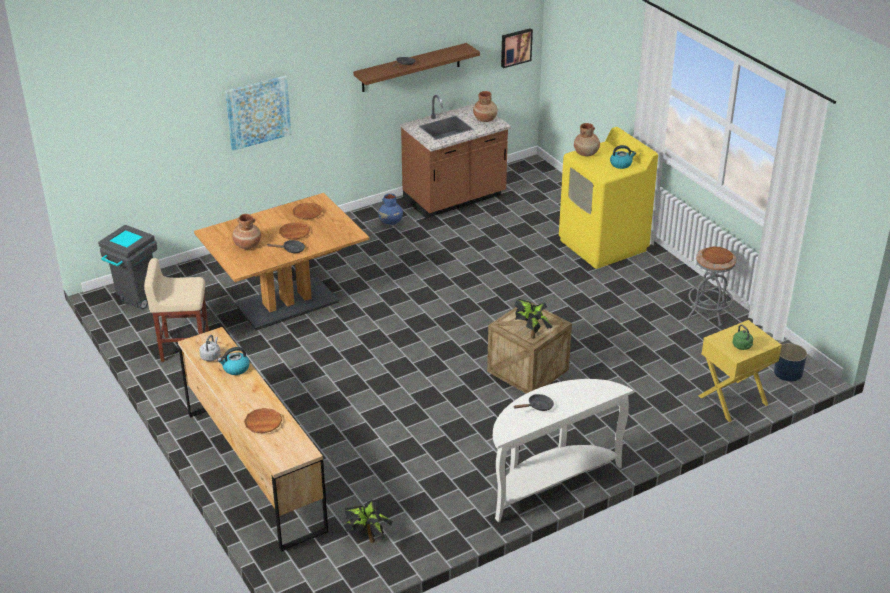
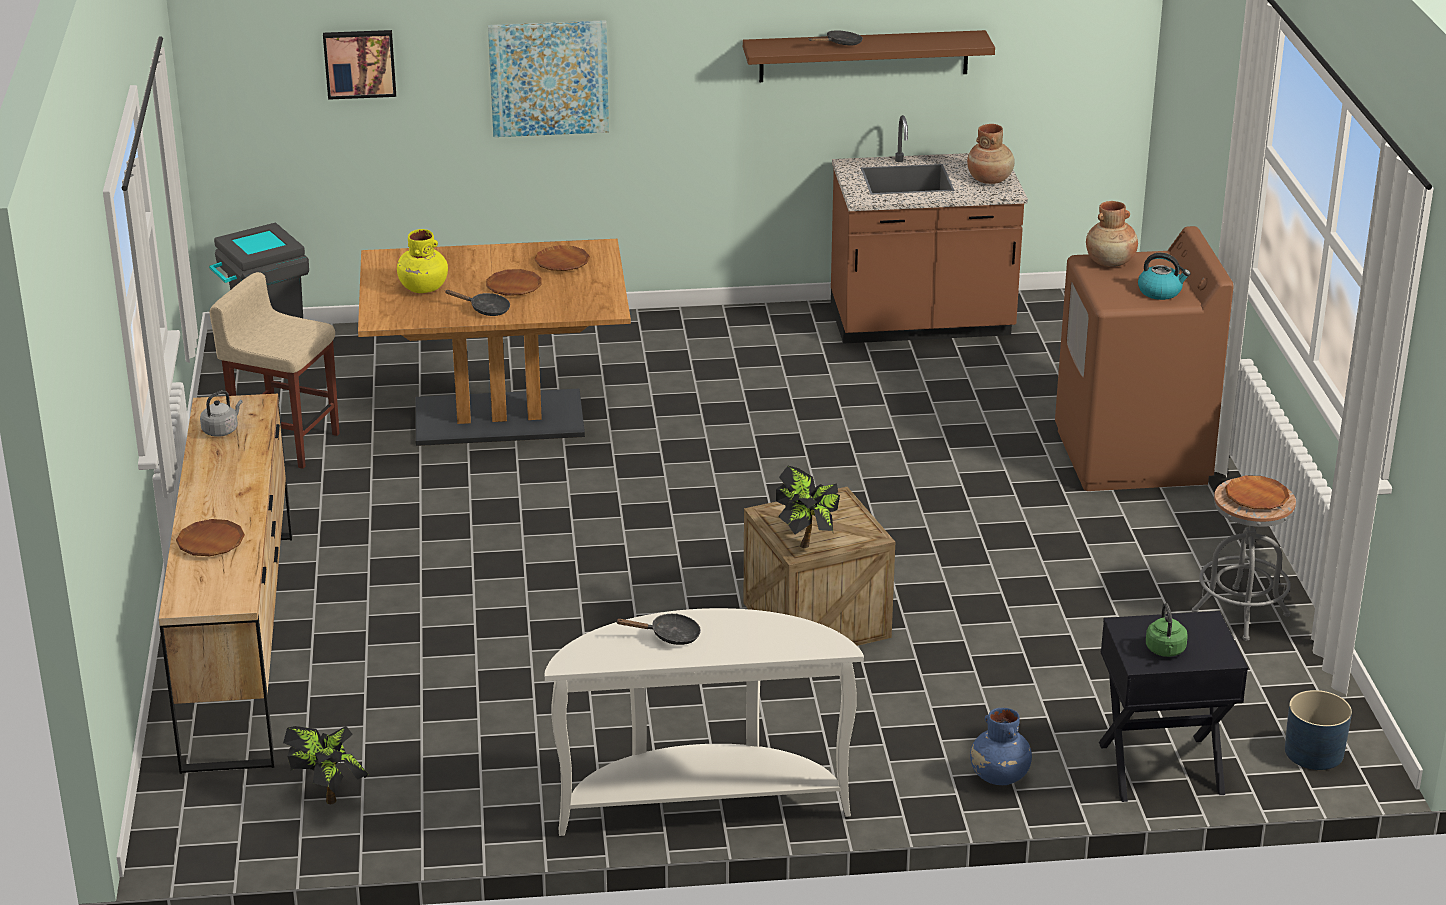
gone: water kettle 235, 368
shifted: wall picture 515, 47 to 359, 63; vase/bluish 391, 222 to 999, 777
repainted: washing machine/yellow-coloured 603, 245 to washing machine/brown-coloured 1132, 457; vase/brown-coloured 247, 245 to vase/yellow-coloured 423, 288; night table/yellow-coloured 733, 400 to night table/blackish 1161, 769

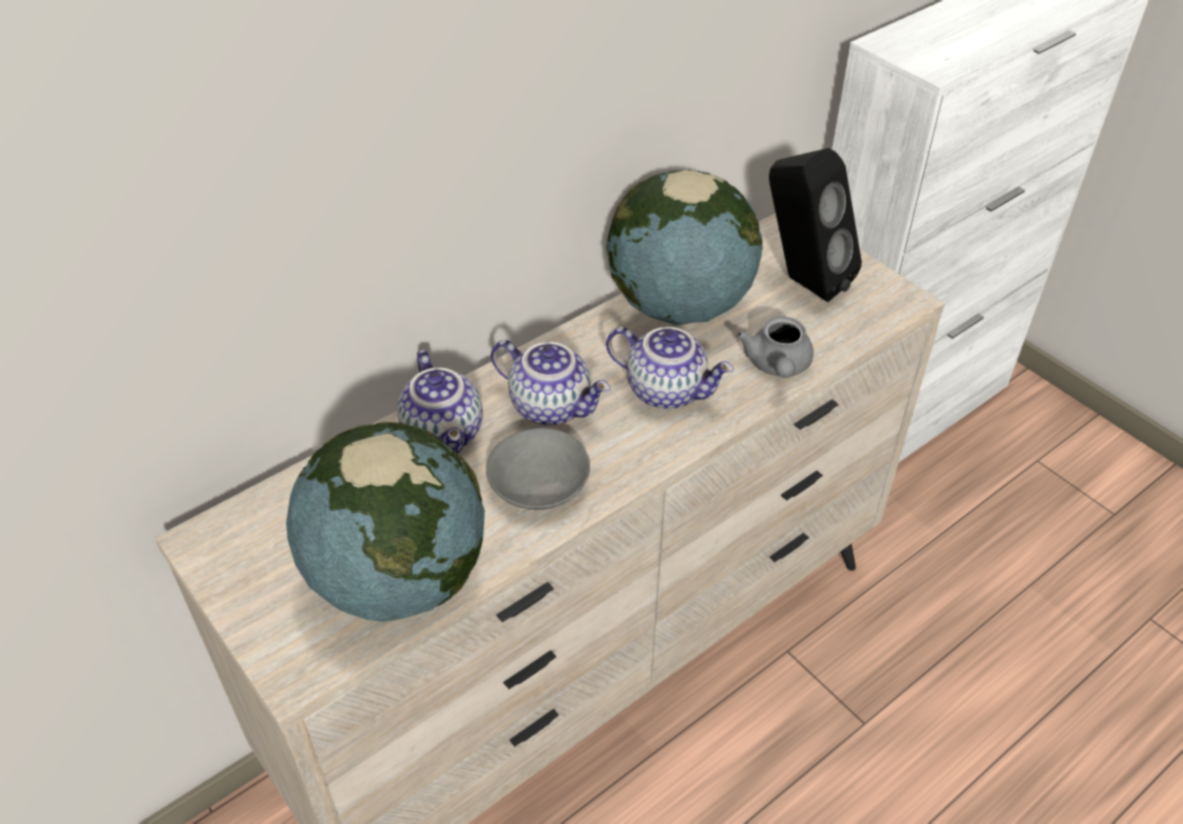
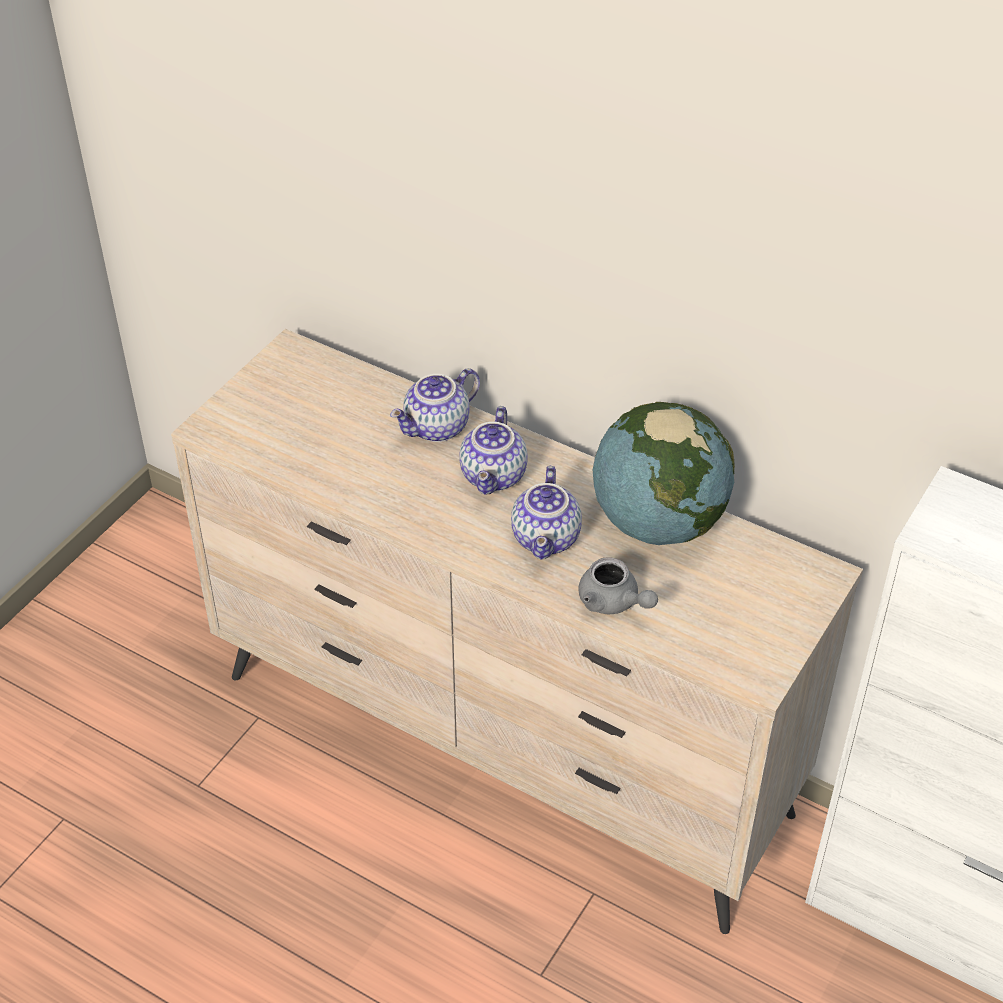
gone: speaker/blackish 801, 281; world globe 398, 579; serving bowl/gray 538, 485
rotated: tea pot/gray 777, 366 = 613, 602 120 degrees counterclockwise

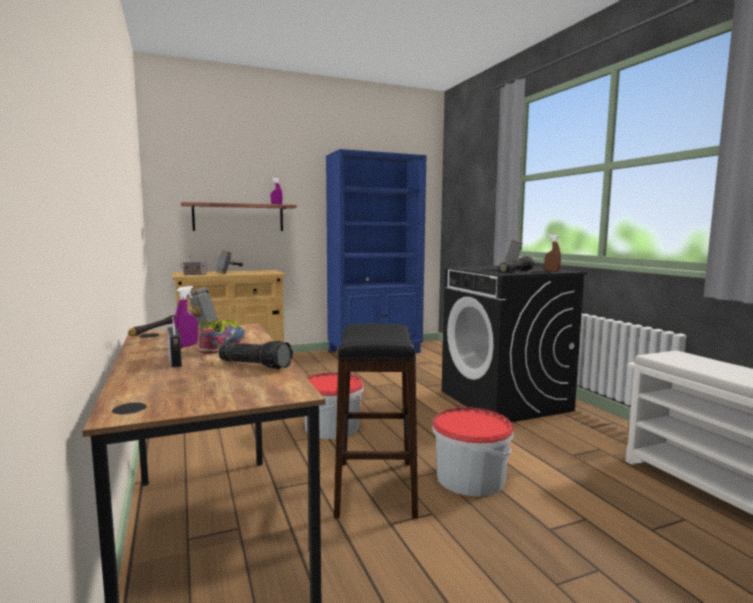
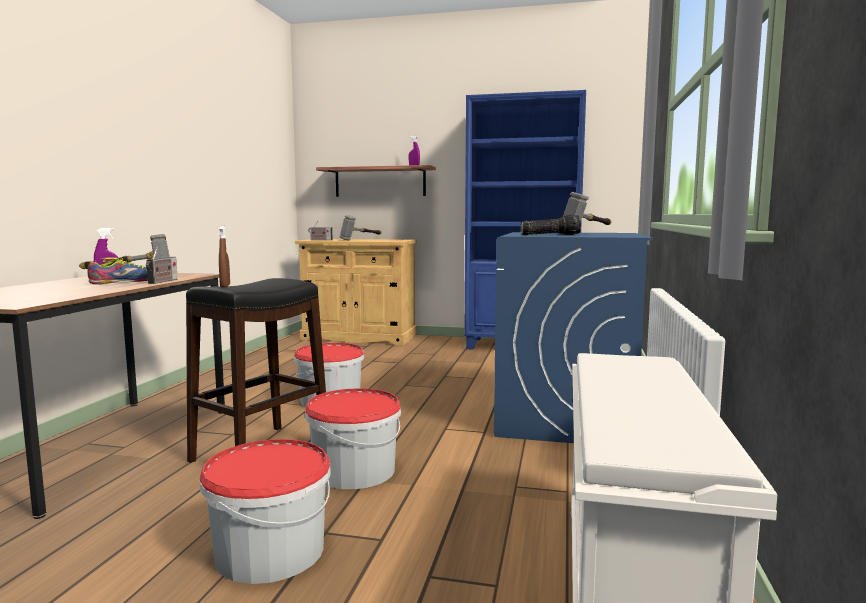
gone: torch 256, 364
new: water bucket 269, 551
shifted: spray bottle/brown-coloured 551, 271 to 225, 286; radio set 176, 361 to 162, 281
repainted: washing machine/blackish 505, 401 to washing machine/bluish 564, 418

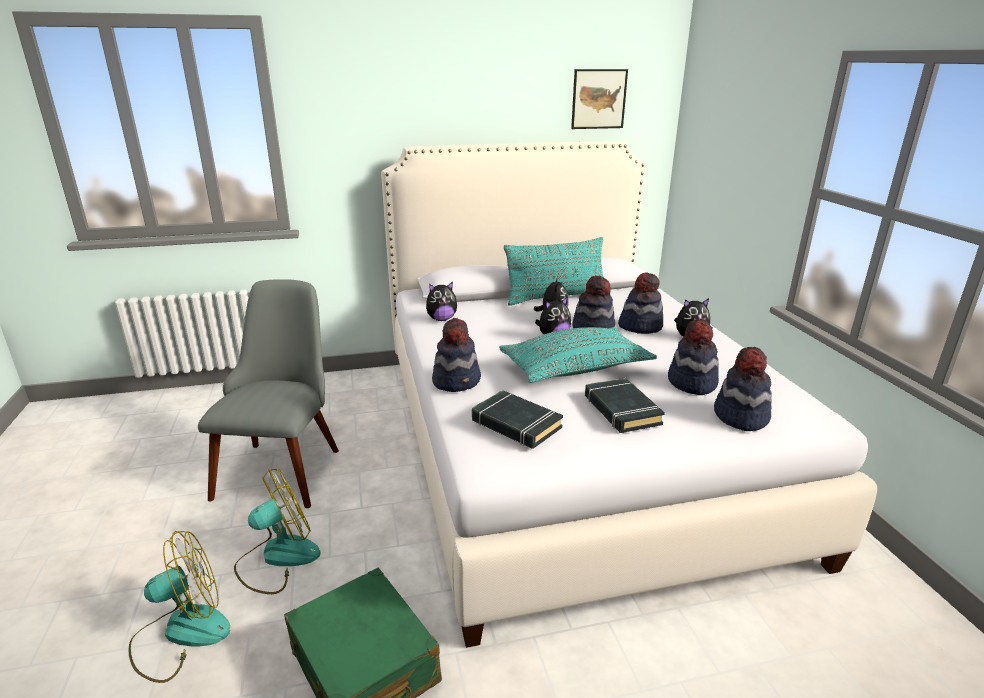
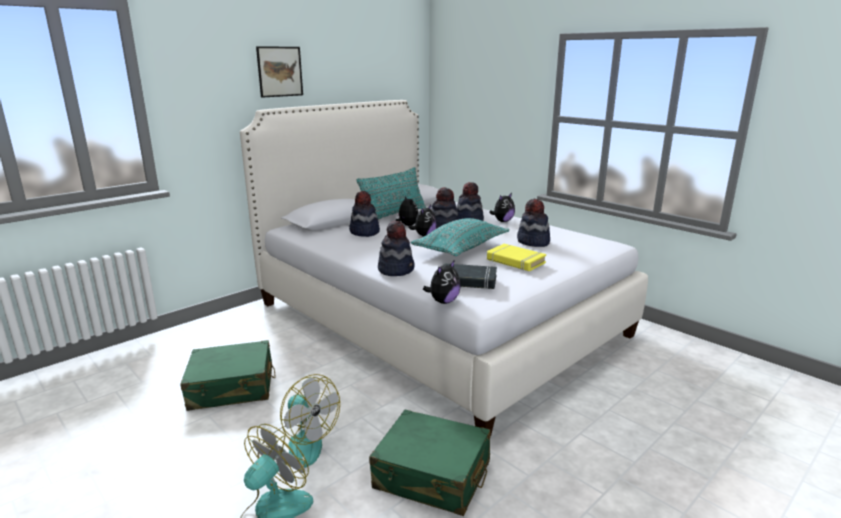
shifted: wall picture 598, 99 to 280, 71; cuddly toy 441, 319 to 443, 301; wearable hat 740, 416 to 364, 232
swapped: plain chair/gray 284, 463 to piece of luggage/green 232, 388
repainted: bound book/blackish 621, 410 to bound book/yellow-coloured 515, 261
rotated: fan 277, 558 = 298, 444 105 degrees clockwise

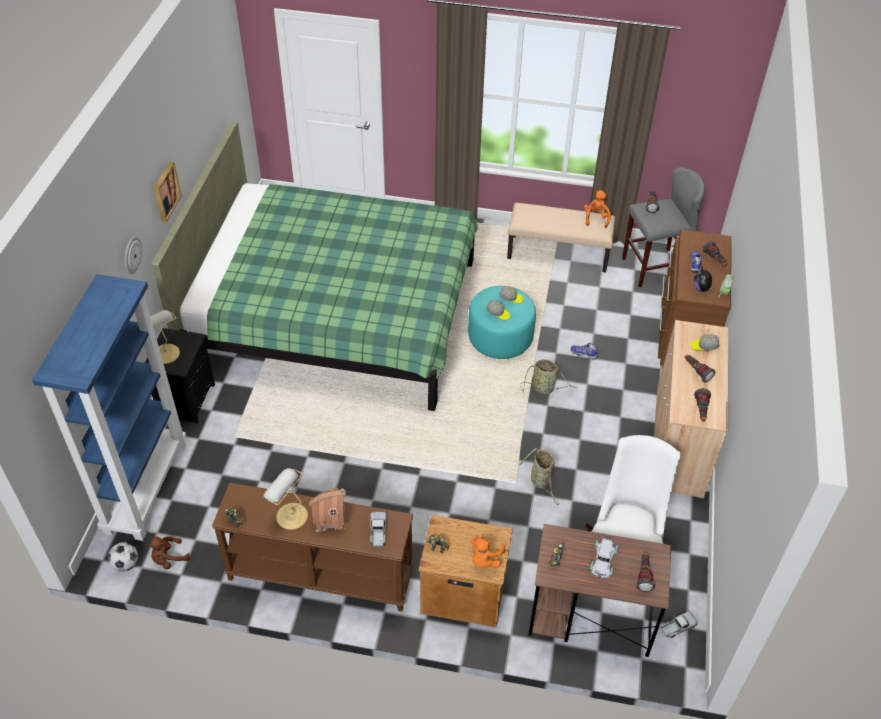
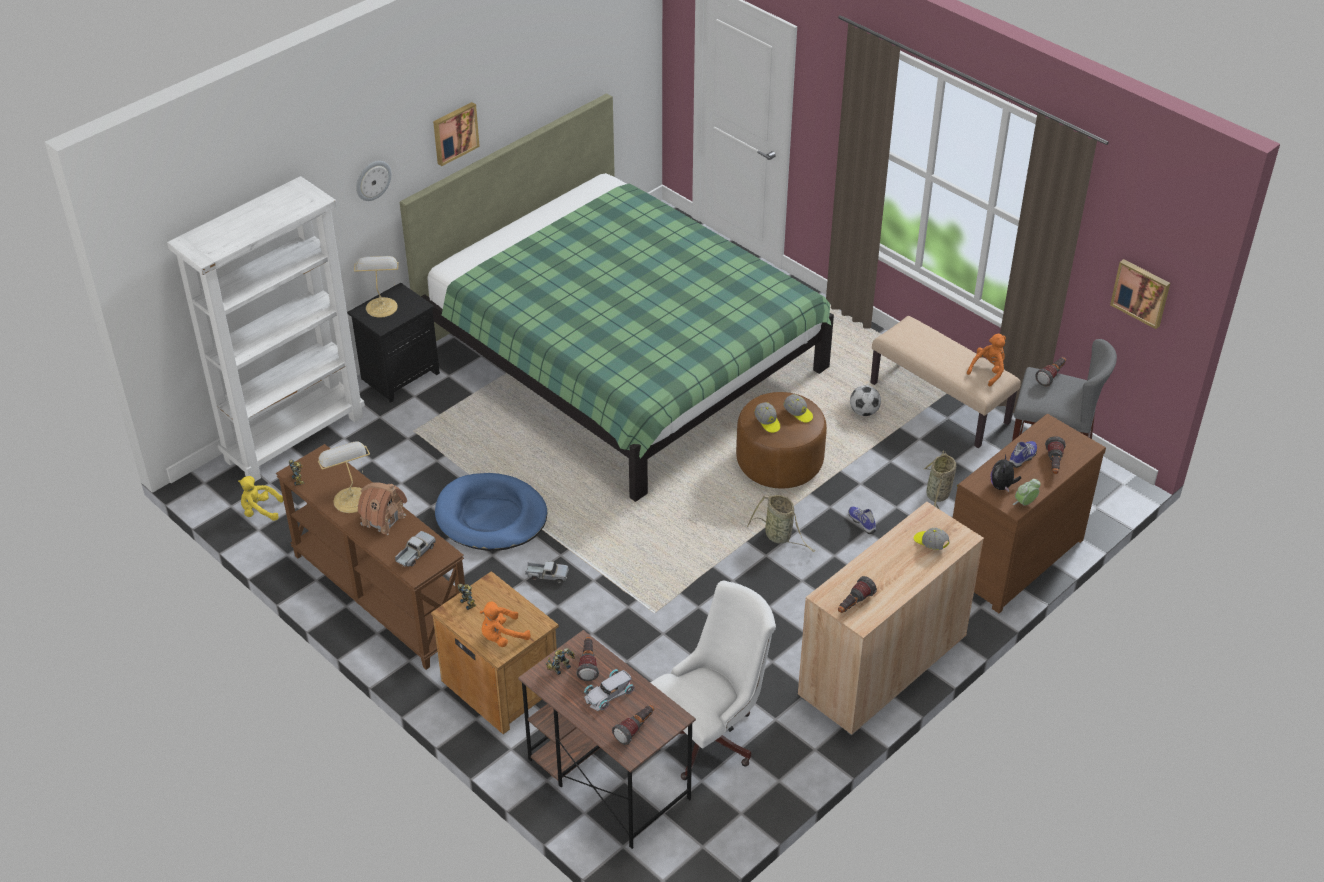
new: wall picture 1141, 292; dog cushion/bluish 491, 516
shifted: torch 696, 372 to 588, 664; basket 541, 482 to 938, 496; ball for football 126, 564 to 864, 412; toy lorry 677, 627 to 547, 575
repainted: bookcase/bluish 146, 487 to bookcase/whitish 295, 437; pouffe/blue-green 500, 338 to pouffe/brown-coloured 779, 462; cuddly toy/brown-coloured 169, 559 to cuddly toy/yellow-coloured 260, 511

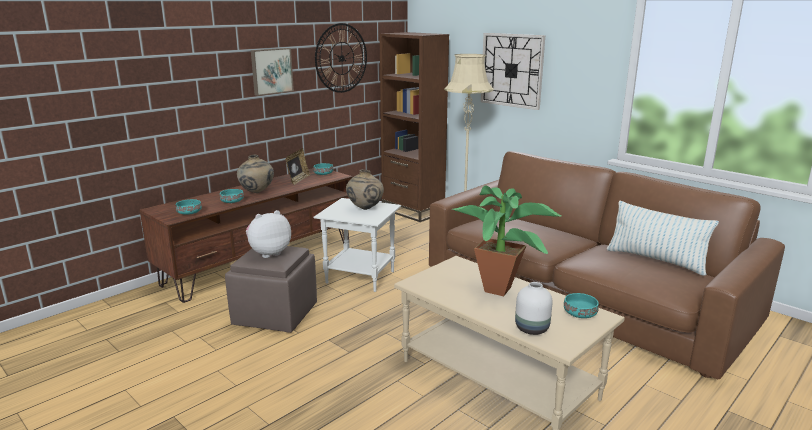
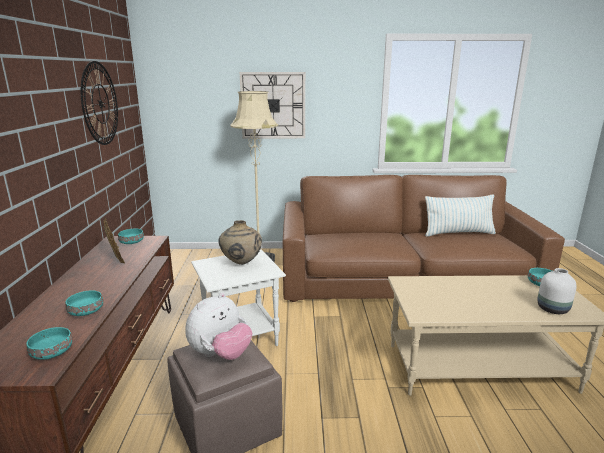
gone: bookcase/brown-coloured 413, 211; wall picture 271, 71; vase/beige 257, 193; houseplant 502, 292
rotated: cuddly toy 269, 253 = 220, 354 150 degrees counterclockwise

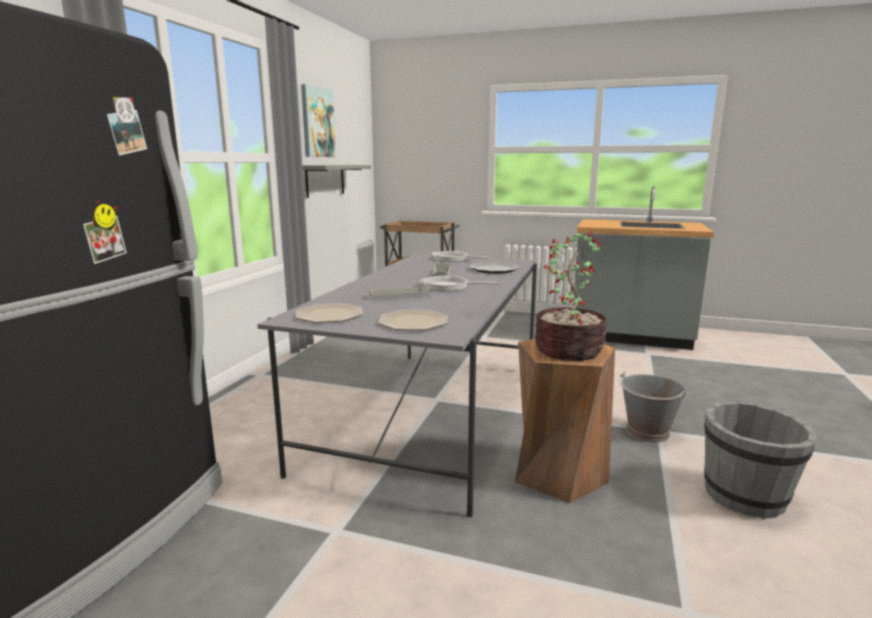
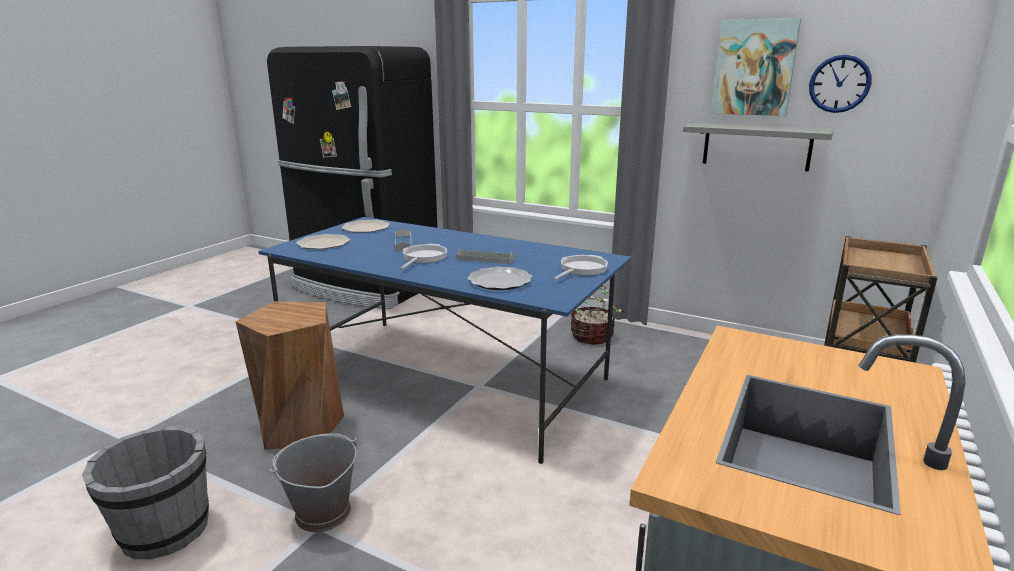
new: hanging clock 839, 84
shifted: houseplant 568, 350 to 593, 336
repainted: kitchen table/gray 430, 414 to kitchen table/bluish 447, 379

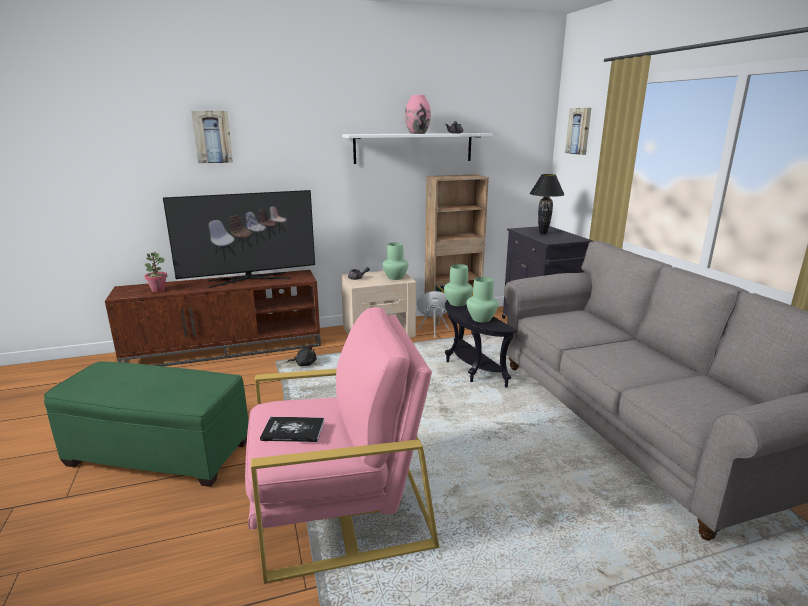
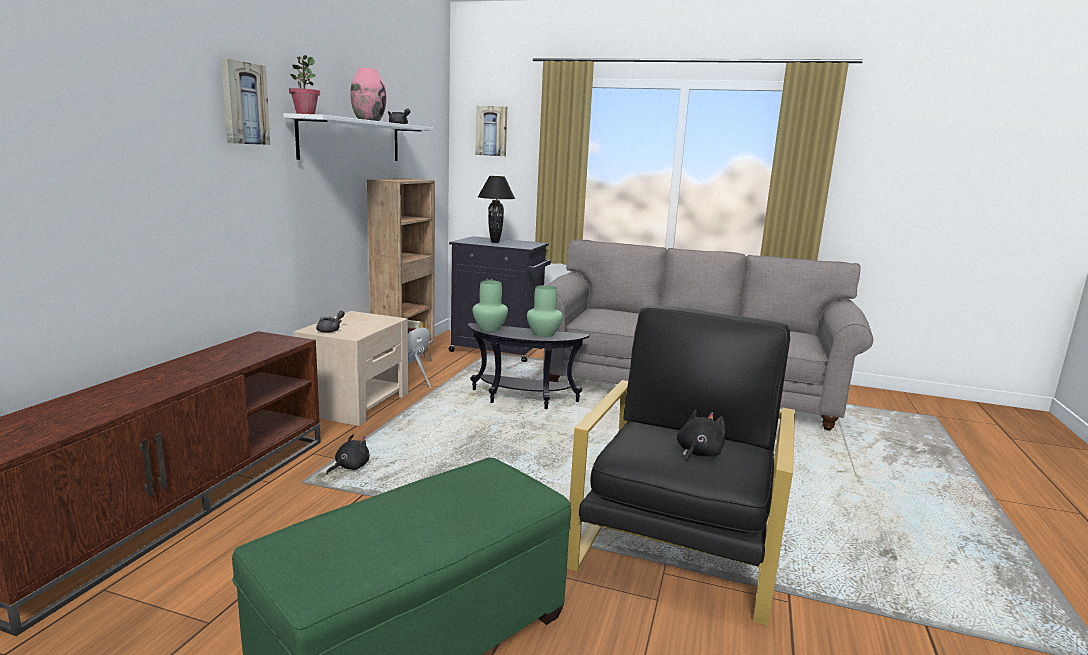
gone: TV set 249, 279; vase/green 395, 277
shifted: wall picture 212, 137 to 243, 103; houseplant 158, 290 to 305, 114
swapped: bound book 293, 430 to cuddly toy/blackish 698, 453
repainted: easy chair/pink 340, 506 to easy chair/blackish 678, 542

